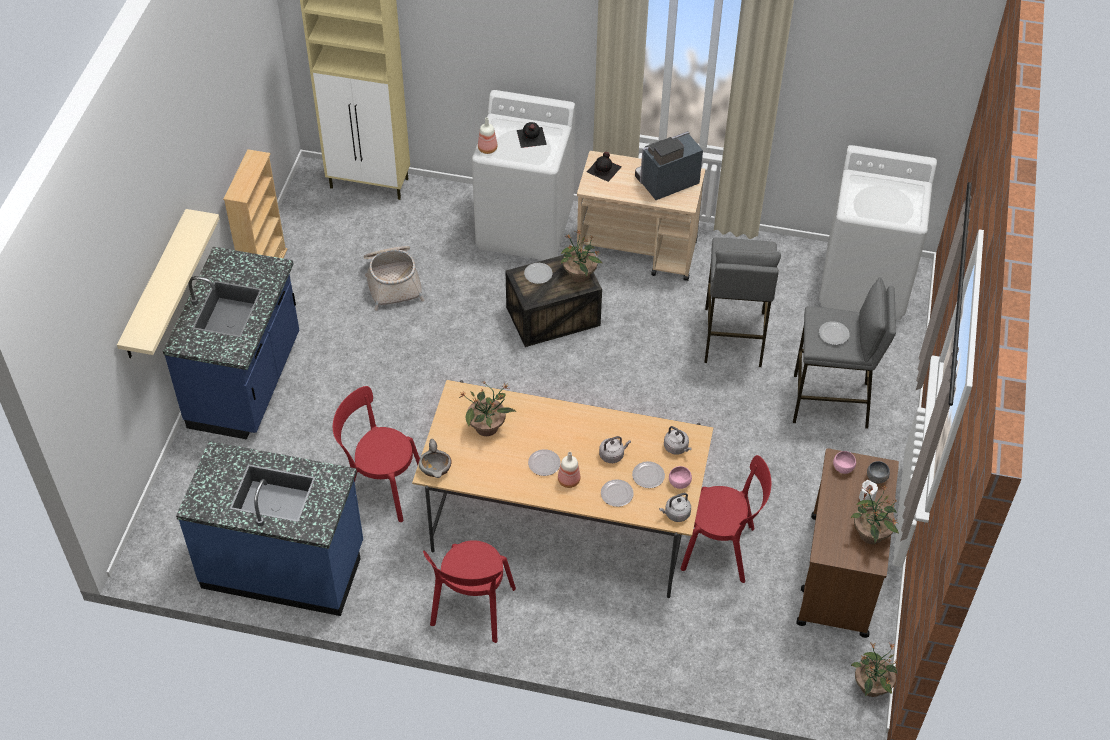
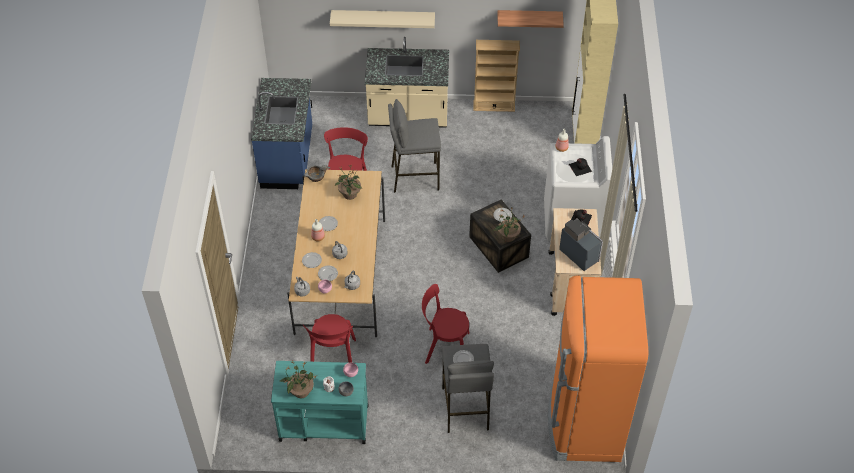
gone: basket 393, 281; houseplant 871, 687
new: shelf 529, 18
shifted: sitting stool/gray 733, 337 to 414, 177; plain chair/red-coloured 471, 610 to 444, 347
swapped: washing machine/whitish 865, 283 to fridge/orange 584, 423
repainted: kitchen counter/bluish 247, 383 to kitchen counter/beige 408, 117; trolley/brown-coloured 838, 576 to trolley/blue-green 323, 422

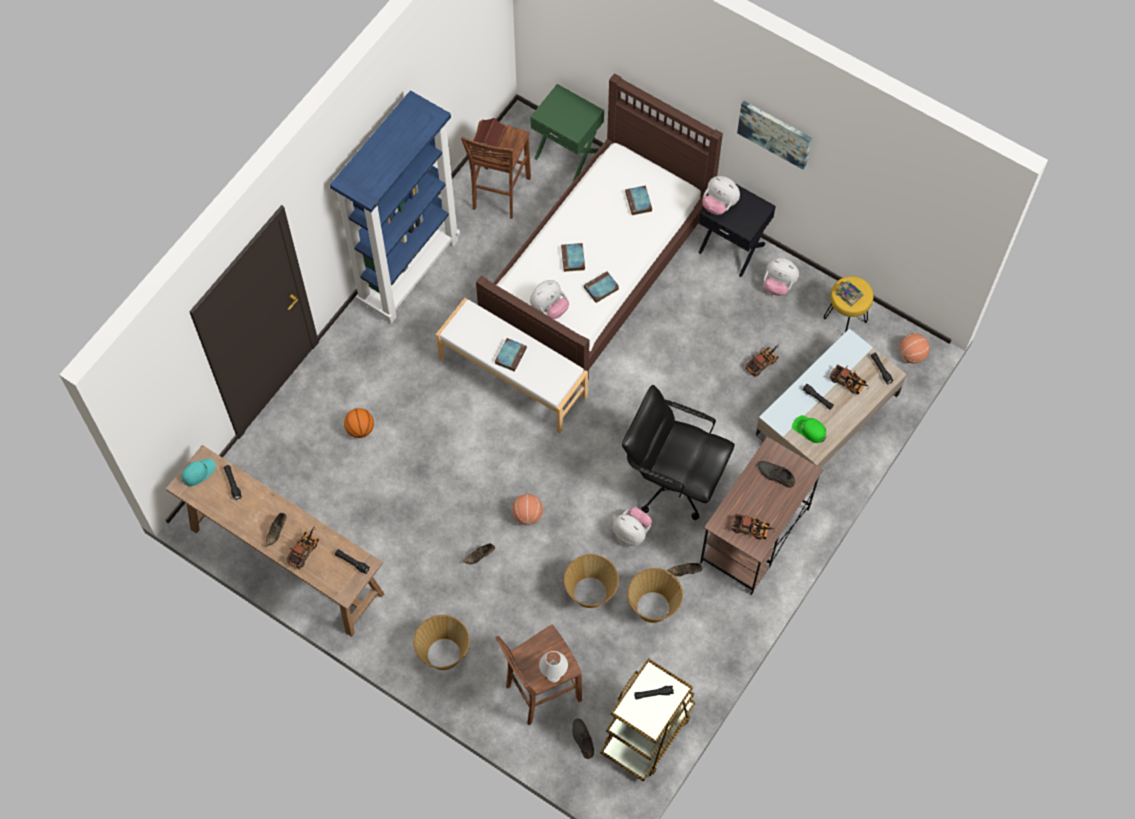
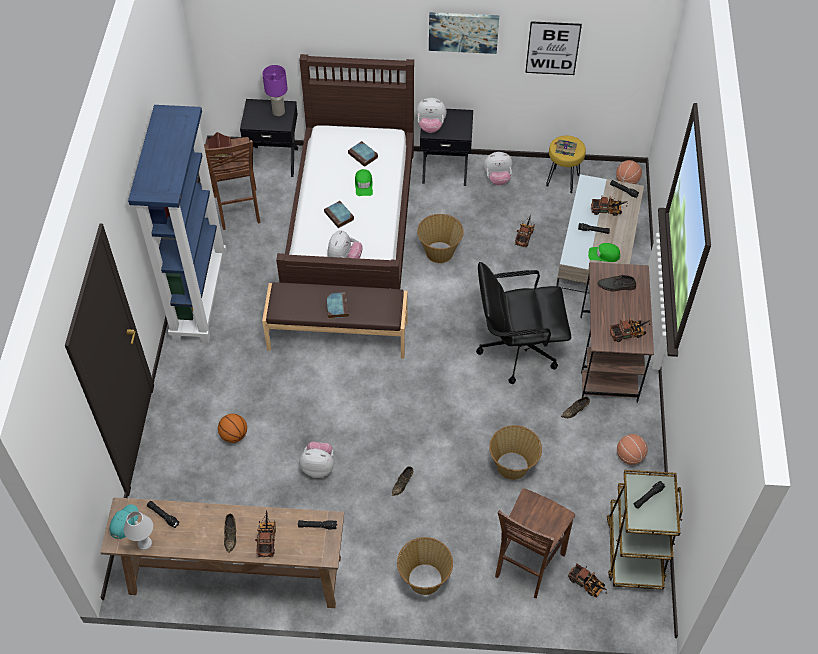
gone: bound book 601, 289
new: wall picture 552, 48; lamp for a table/purplish 278, 112; peaked cap/green 364, 185
shifted: basketball ball 527, 515 to 629, 456; cuddly toy 632, 532 to 318, 467; basket 653, 606 to 439, 252; lamp for a table/whitish 554, 675 to 145, 543
swapped: shoe/gray 582, 739 to toy lorry 587, 585
repainted: night table/green 567, 153 to night table/blackish 274, 160; bench/whitish 513, 377 to bench/brown-coloured 338, 334

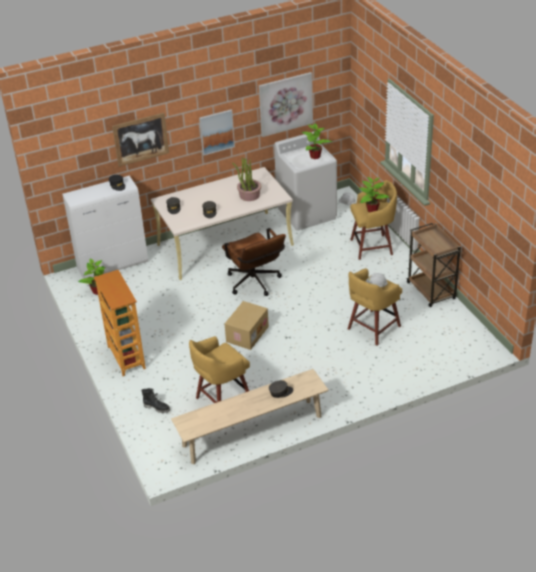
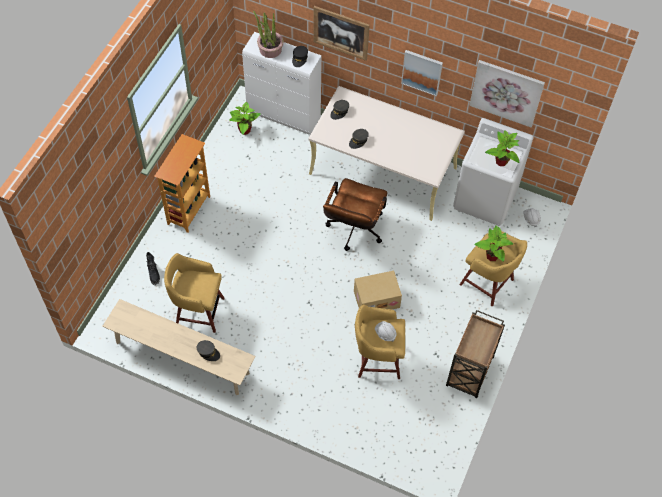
shifted: houseplant 249, 195 to 270, 49; packing box 247, 334 to 376, 298

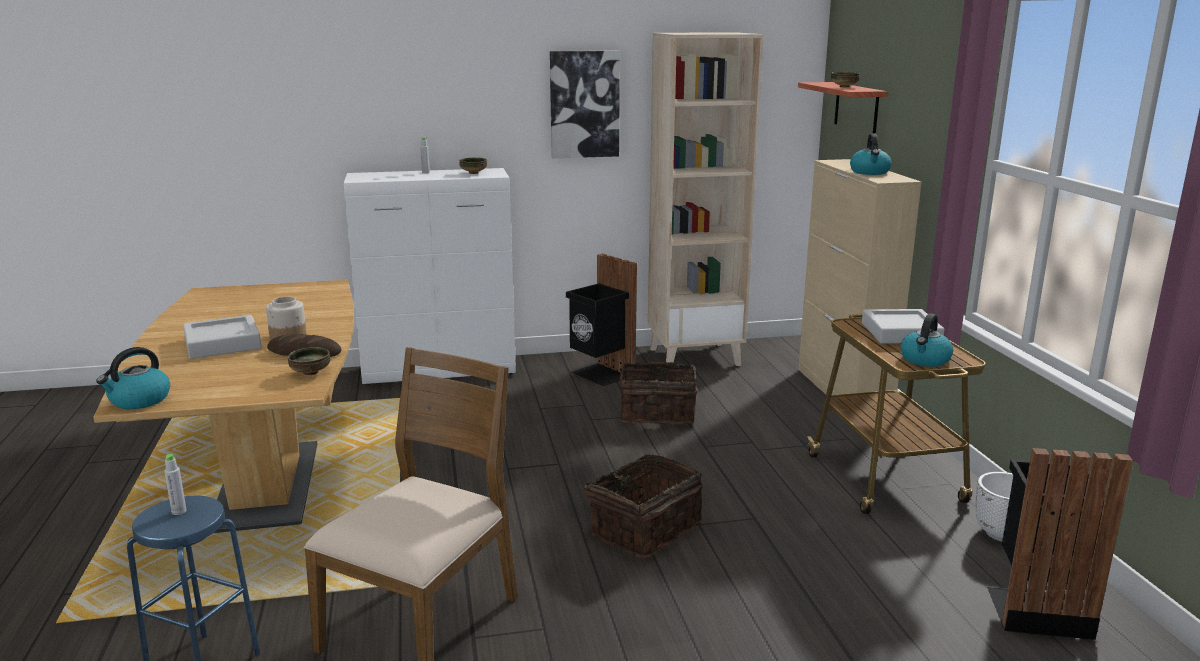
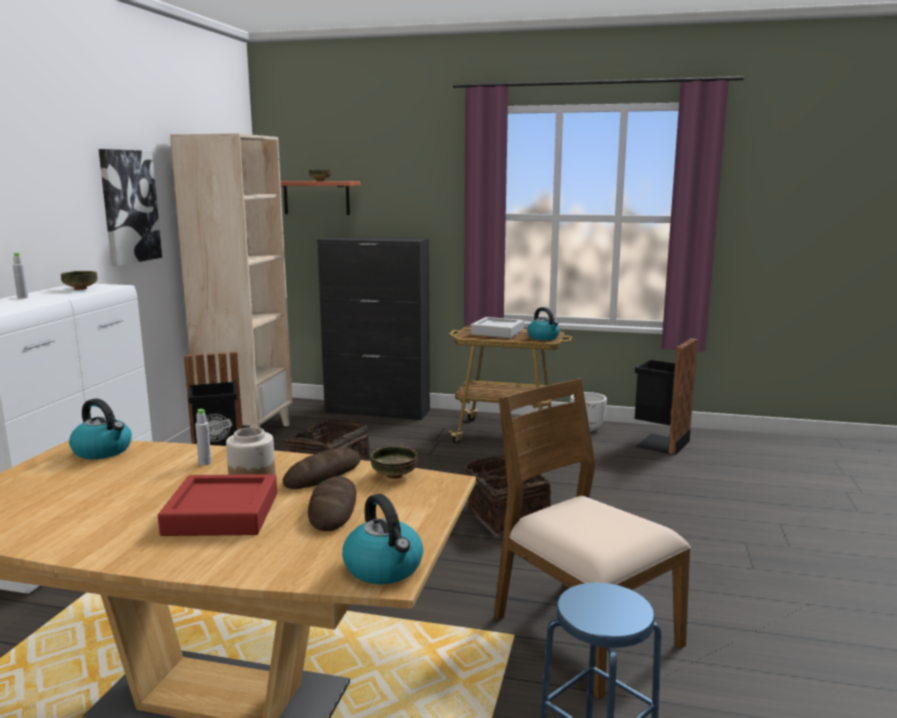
new: baked bread 333, 509
shifted: water kettle 870, 172 to 103, 451; drink bottle/gray 179, 511 to 205, 463
repainted: cabinet/beige 843, 392 to cabinet/blackish 378, 411; carrying tray/gray 222, 343 to carrying tray/red-coloured 222, 514

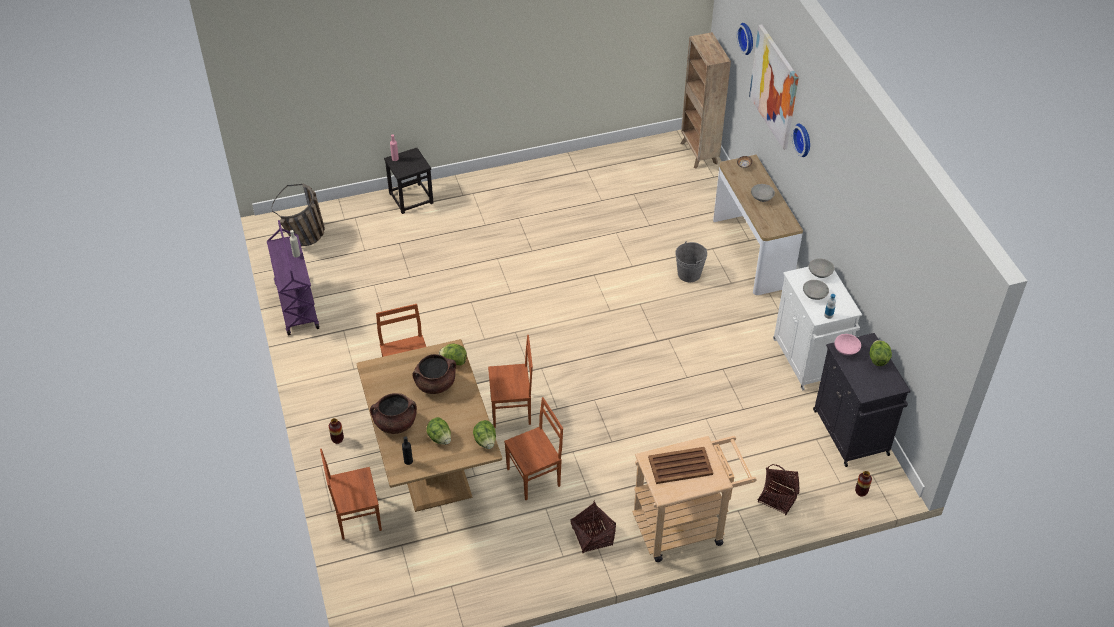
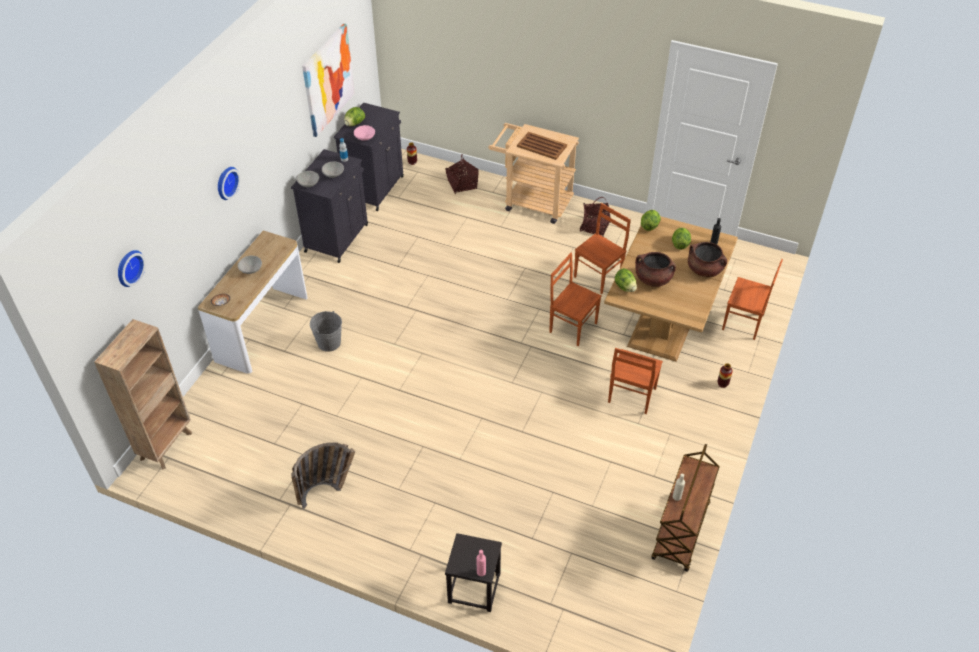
shifted: wall picture 774, 86 to 328, 80; basket 306, 240 to 327, 490
repainted: trolley/purplish 296, 305 to trolley/brown-coloured 681, 532; cabinet/whitish 809, 361 to cabinet/blackish 337, 237
rotated: plain chair/brown-coloured 534, 477 = 598, 277 120 degrees clockwise

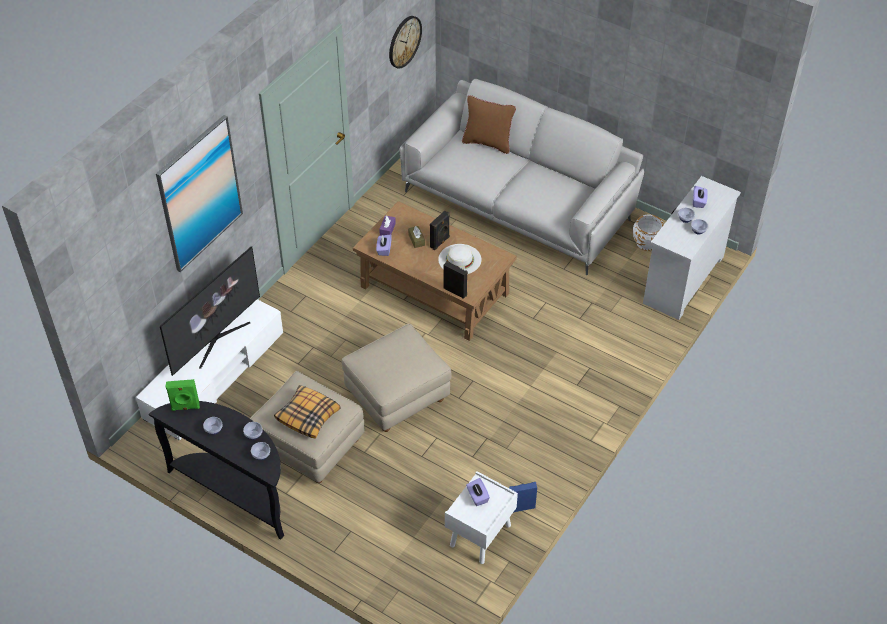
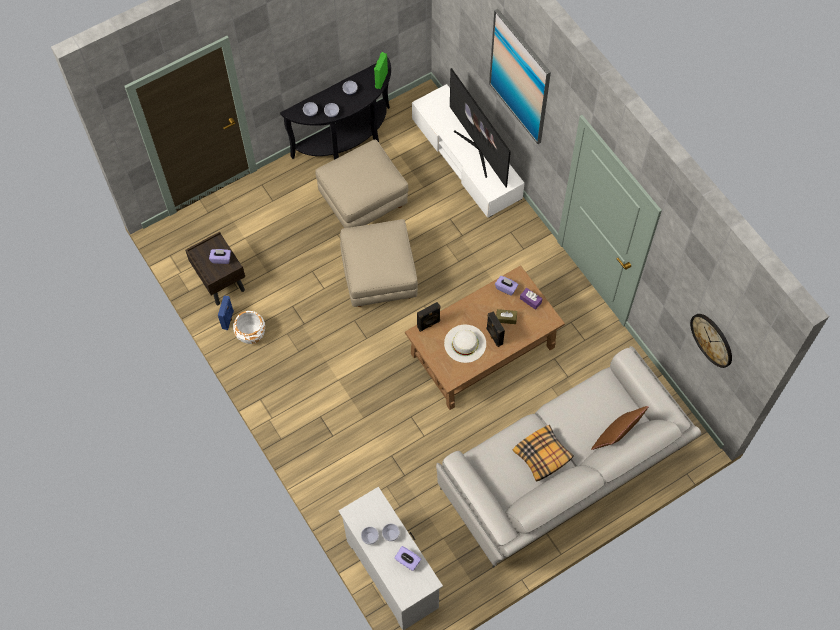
shifted: planter/whitish 646, 243 to 251, 334; throw pillow 308, 416 to 542, 456
repainted: night table/whitish 480, 536 to night table/brown-coloured 220, 281

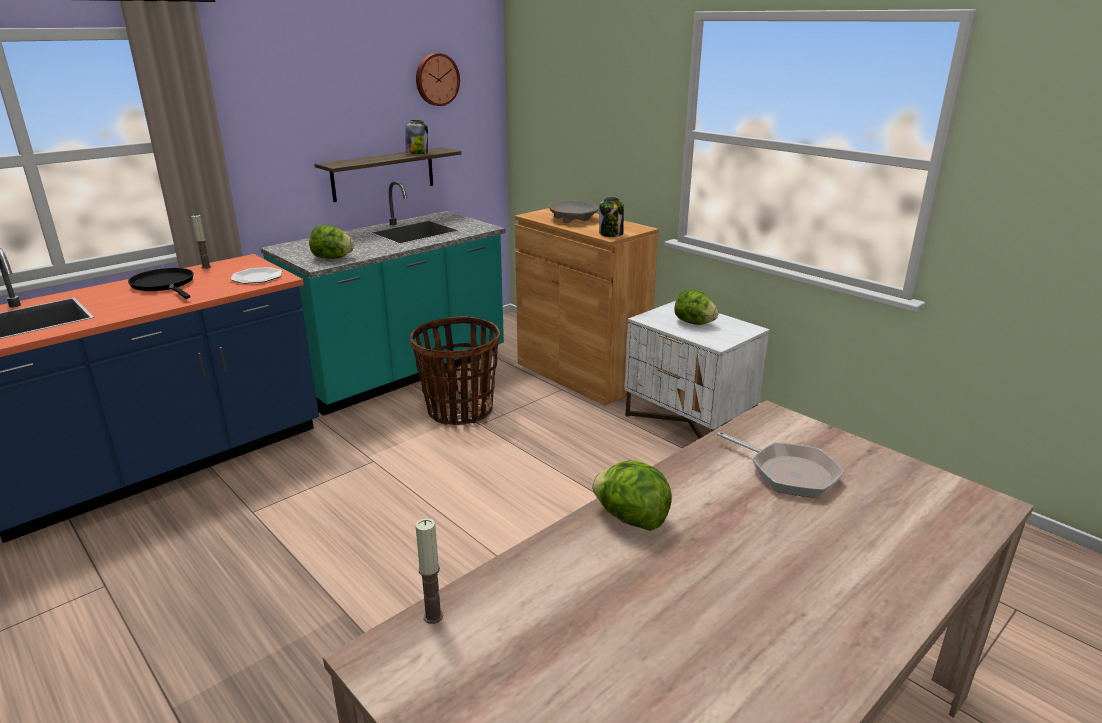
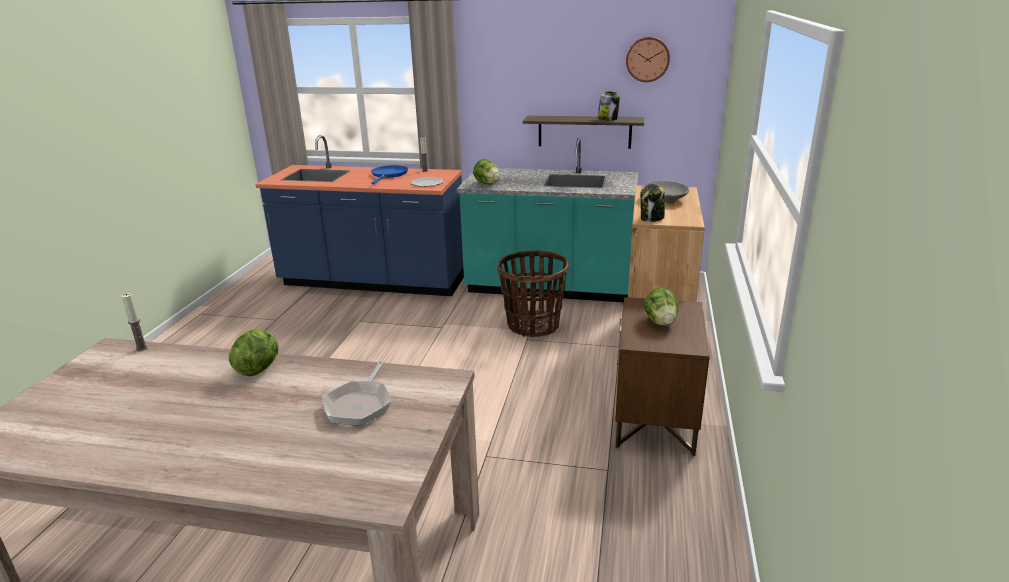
repainted: pan/blackish 164, 285 to pan/bluish 389, 175; night table/whitish 689, 423 to night table/brown-coloured 655, 419

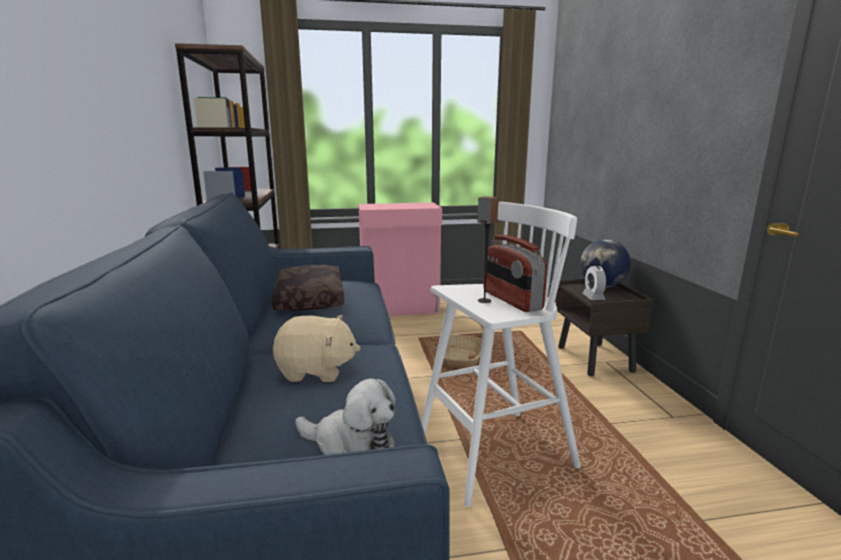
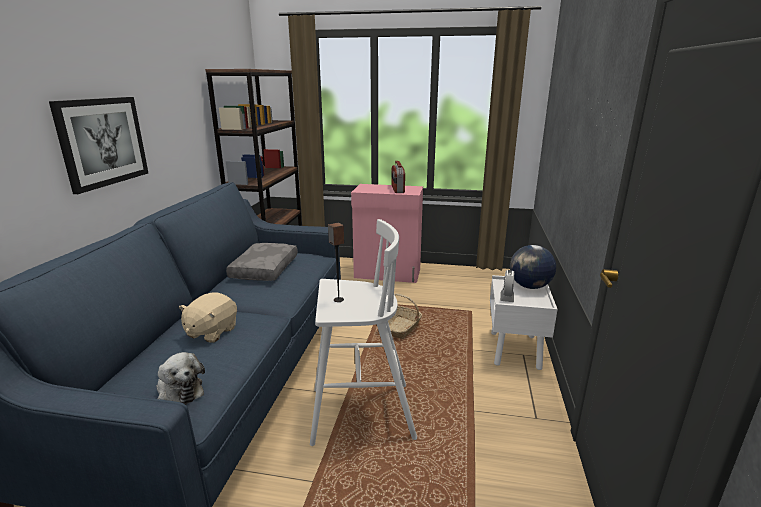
new: wall picture 103, 142
shifted: radio set 511, 300 to 397, 189
repainted: throw pillow/brown-coloured 308, 298 to throw pillow/gray 264, 269; night table/brown-coloured 595, 359 to night table/whitish 515, 350
rotated: cuddly toy/beige 316, 371 = 211, 332 90 degrees clockwise

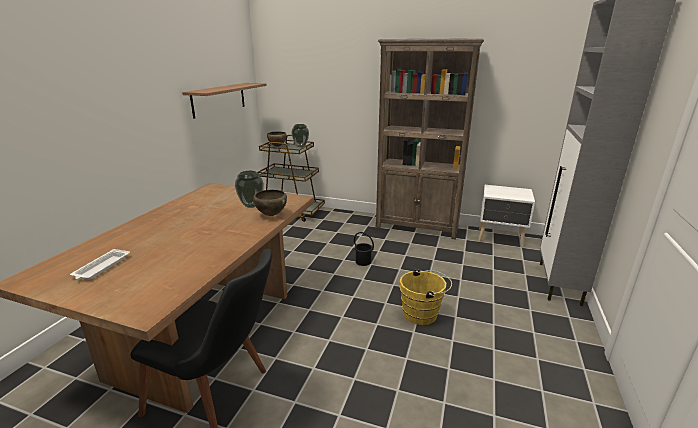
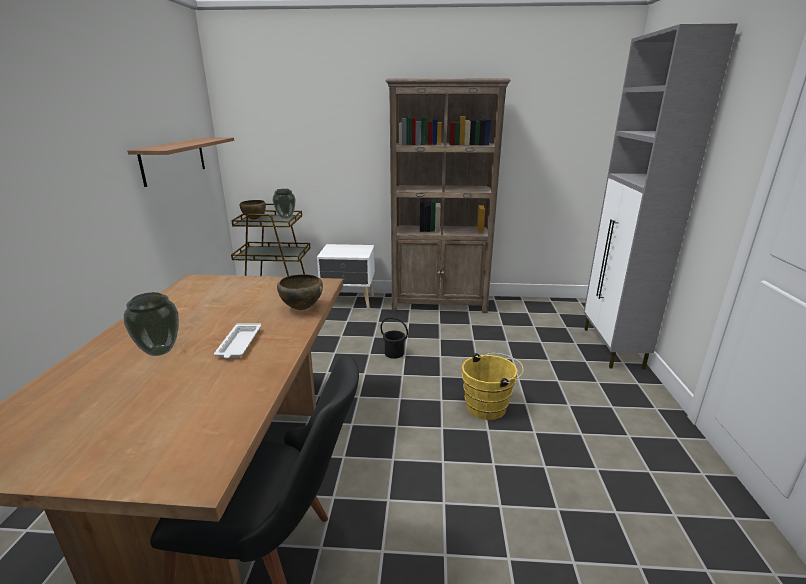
shifted: vase 251, 206 to 159, 351; night table/whitish 501, 238 to 349, 302; carrying tray/whitish 101, 268 to 239, 344

